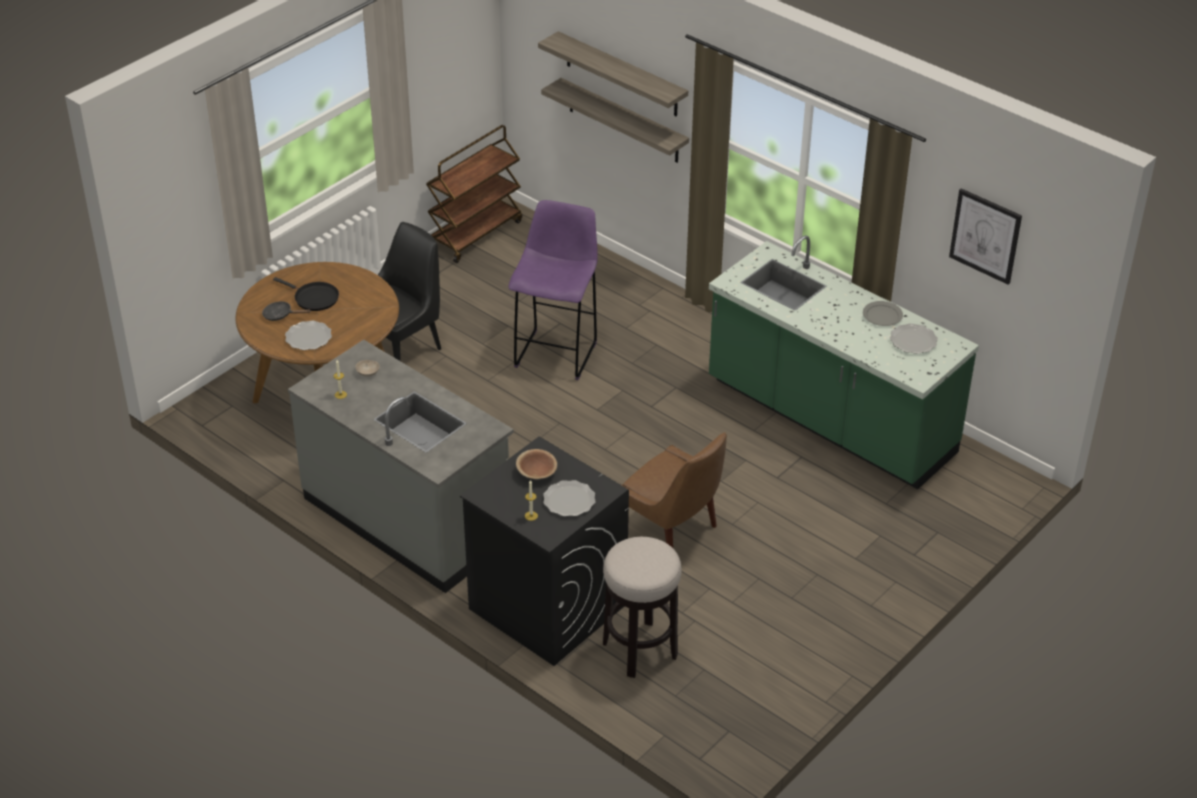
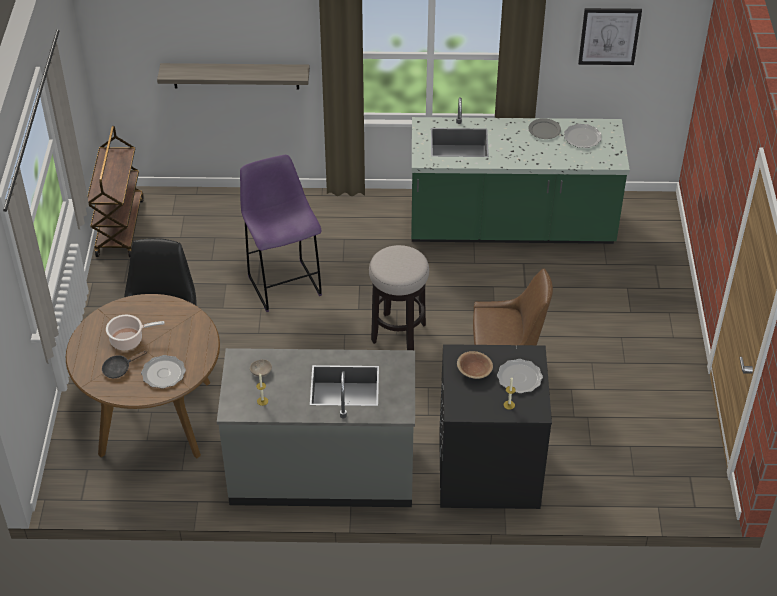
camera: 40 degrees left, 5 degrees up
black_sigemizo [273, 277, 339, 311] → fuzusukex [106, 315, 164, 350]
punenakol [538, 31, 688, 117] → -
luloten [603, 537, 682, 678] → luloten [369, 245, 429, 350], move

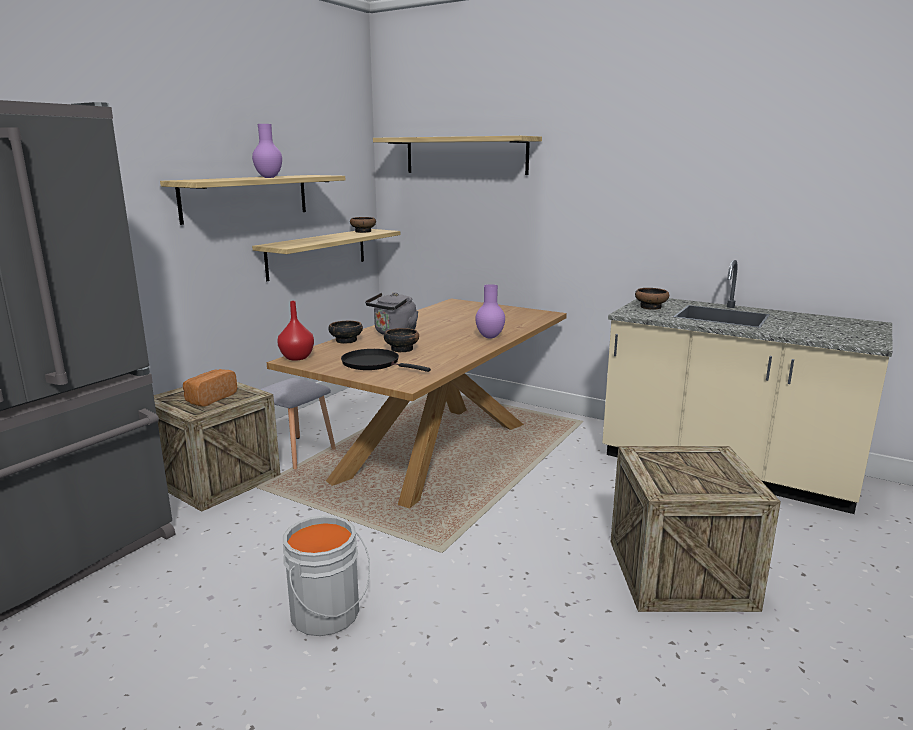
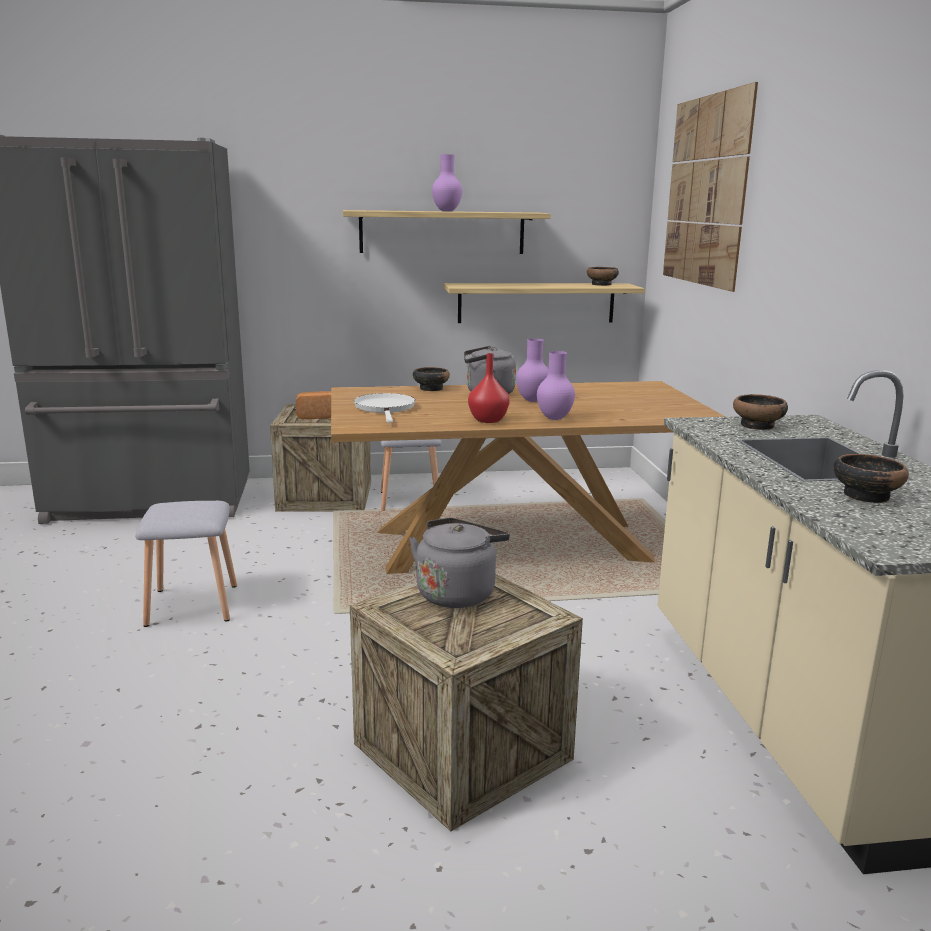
camera: 50 degrees right, 0 degrees up
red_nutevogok [277, 301, 314, 361] → red_nutevogok [468, 353, 510, 423], move
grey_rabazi [283, 515, 370, 636] → grey_luloten [135, 501, 237, 627]
black_sigemizo [341, 349, 431, 372] → white_sigemizo [354, 393, 415, 423]
punenakol [373, 136, 542, 175] → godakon [663, 82, 758, 292]
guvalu [384, 328, 419, 352] → guvalu [833, 454, 909, 503], move
- → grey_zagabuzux [409, 518, 510, 608]
- → purple_nutevogok [516, 338, 549, 402]

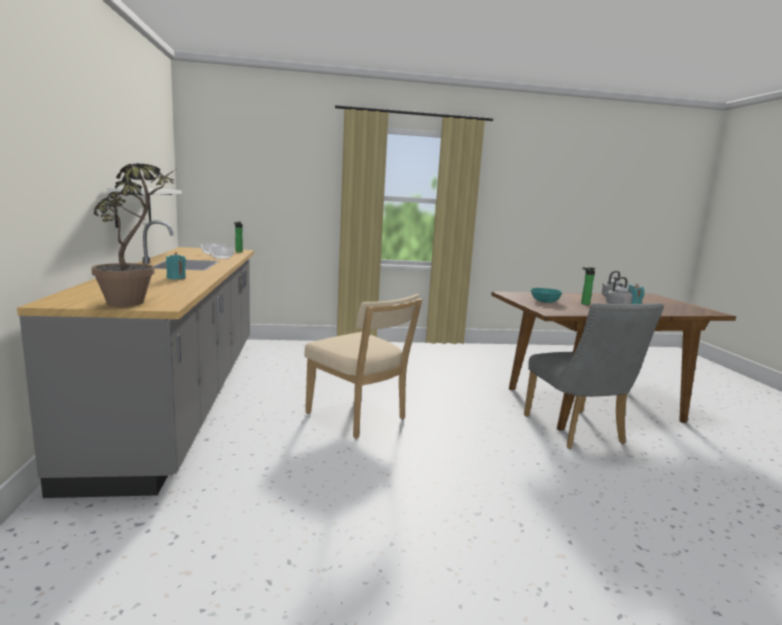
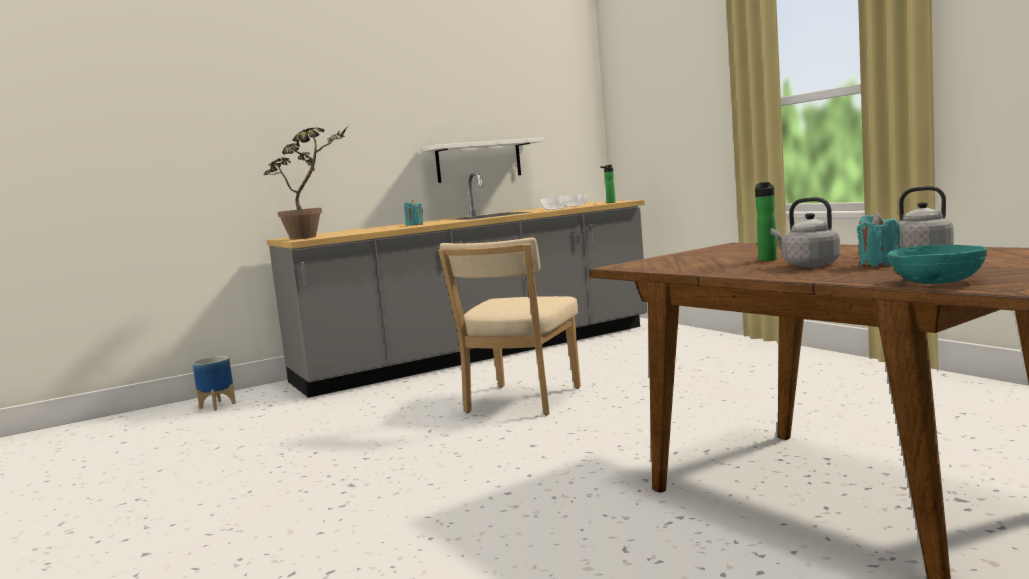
camera: 70 degrees right, 5 degrees down
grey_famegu [524, 303, 664, 449] → -
turquoise_guvalu [531, 288, 562, 303] → turquoise_guvalu [888, 245, 987, 284], move
- → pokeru [192, 356, 236, 411]

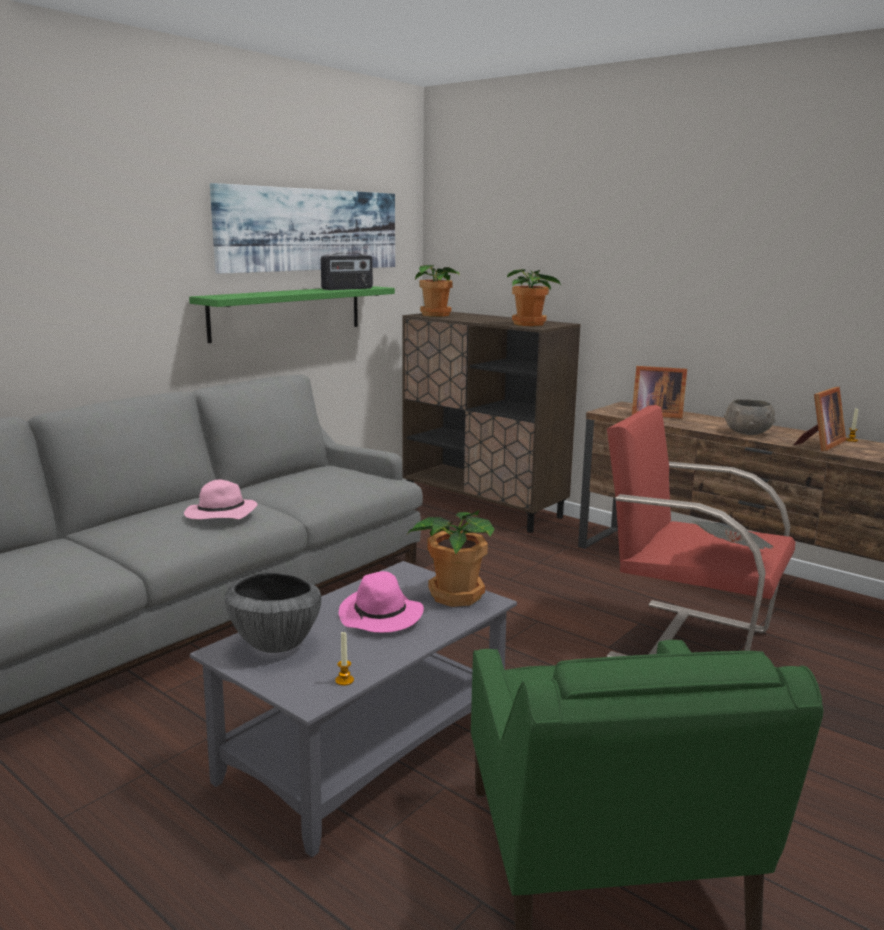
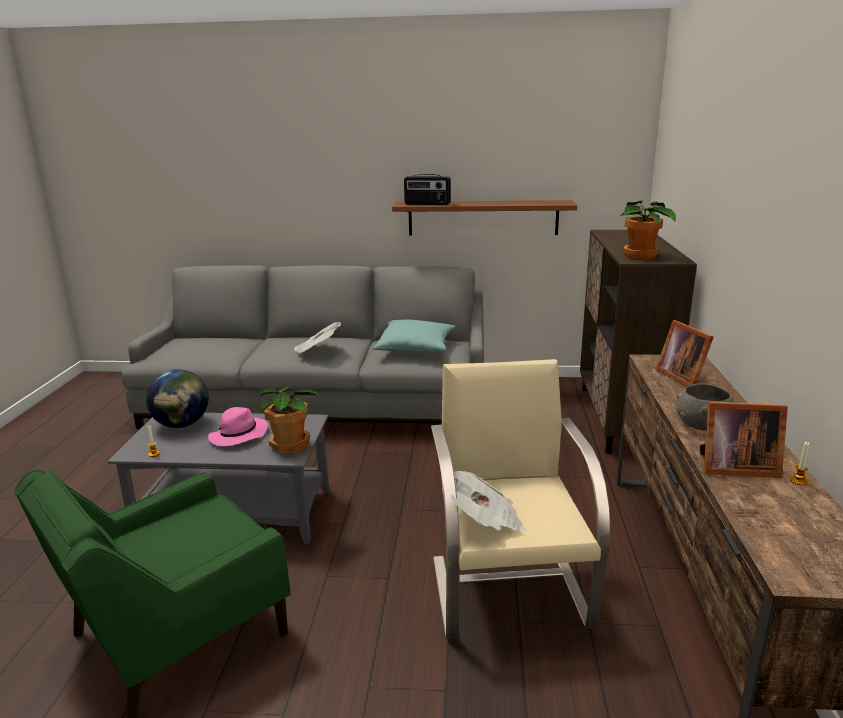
camera: 55 degrees right, 5 degrees up
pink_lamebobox [184, 480, 258, 519] → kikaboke [294, 322, 341, 355]
green_punenakol [189, 286, 395, 343] → brown_punenakol [392, 200, 577, 236]
godakon [210, 183, 395, 274] → -
guvalu [225, 573, 321, 653] → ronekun [146, 369, 209, 428]
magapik [321, 253, 373, 290] → magapik [404, 174, 451, 205], move
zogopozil [415, 265, 459, 317] → -
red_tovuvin [607, 405, 795, 657] → beige_tovuvin [431, 359, 611, 640]
- → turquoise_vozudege [372, 319, 456, 353]

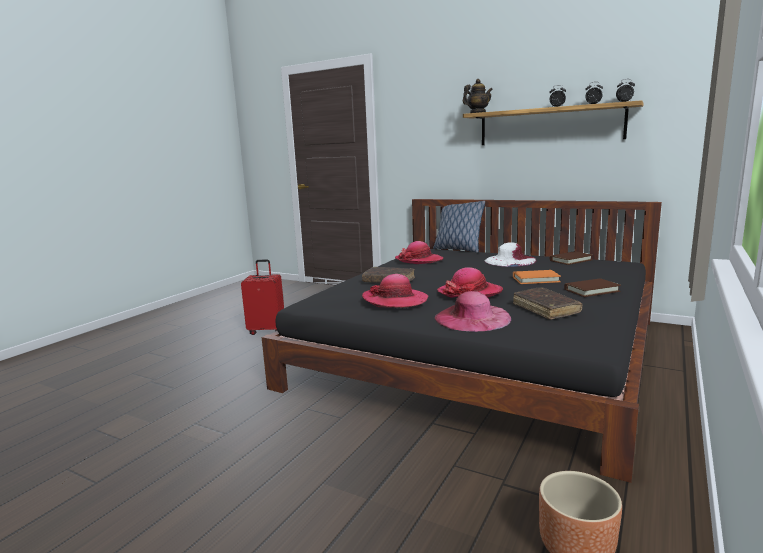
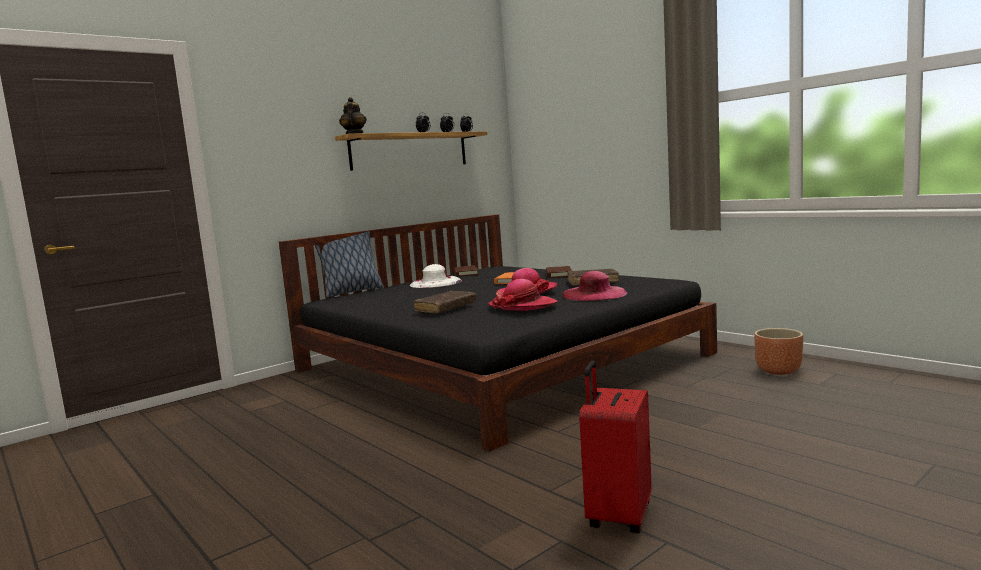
camera: 70 degrees left, 5 degrees down
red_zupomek [241, 259, 284, 335] → red_zupomek [579, 361, 652, 533], move
lamebobox [395, 241, 443, 264] → -

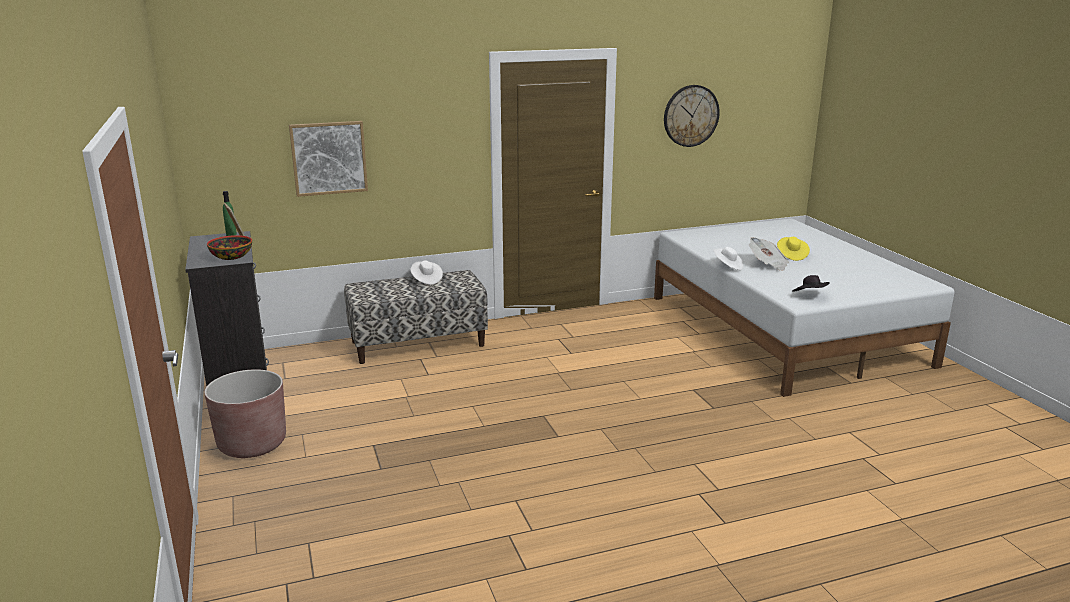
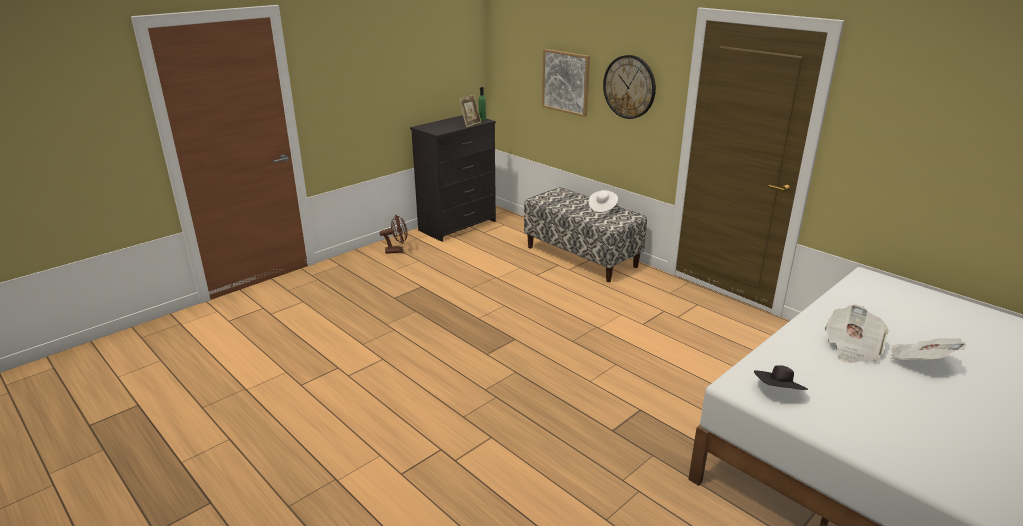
camera: 65 degrees right, 5 degrees up
brown_pokeru [204, 369, 286, 458] → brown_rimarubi [379, 215, 407, 254]
guvalu [207, 235, 252, 260] → -
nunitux [664, 85, 720, 147] → nunitux [603, 55, 656, 119], move
white_lamebobox [713, 247, 743, 270] → -
yellow_lamebobox [777, 237, 810, 261] → kikaboke [890, 338, 966, 360]

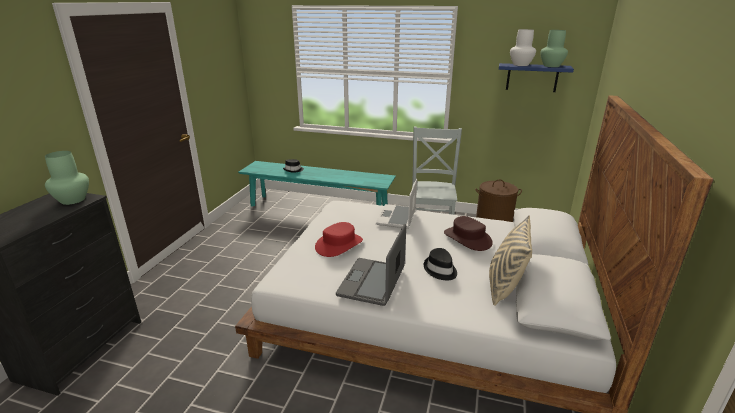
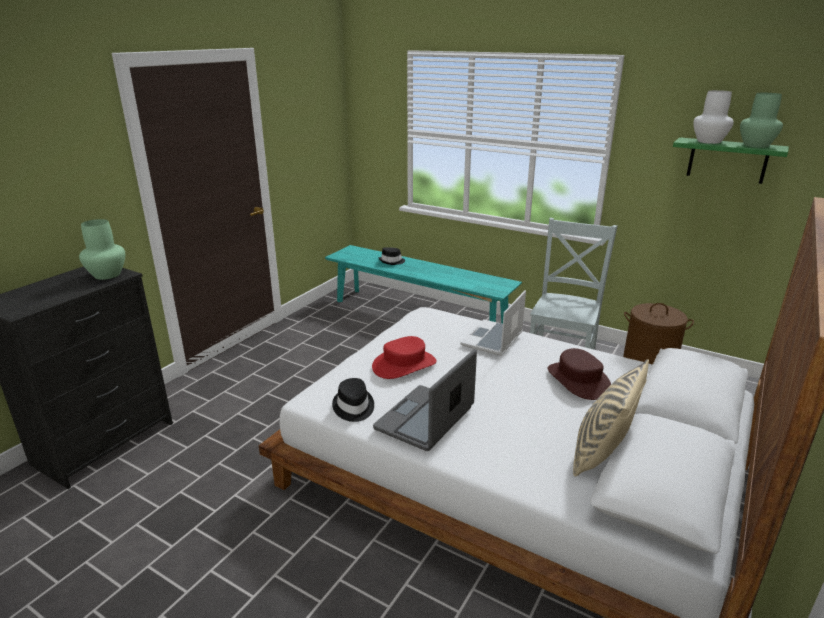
camera: 15 degrees right, 0 degrees up
black_lamebobox [424, 248, 457, 280] → black_lamebobox [332, 378, 374, 422], move
blue_punenakol [499, 63, 574, 92] → green_punenakol [673, 137, 789, 184]

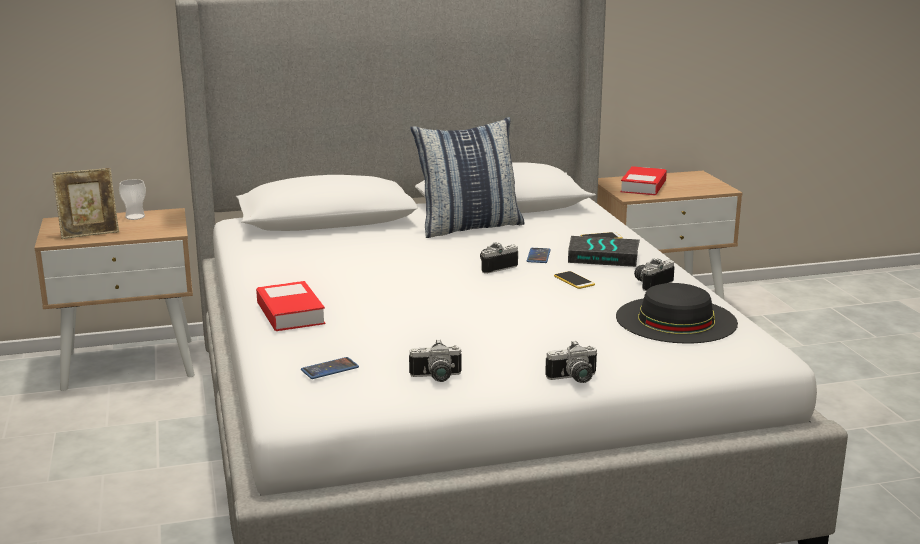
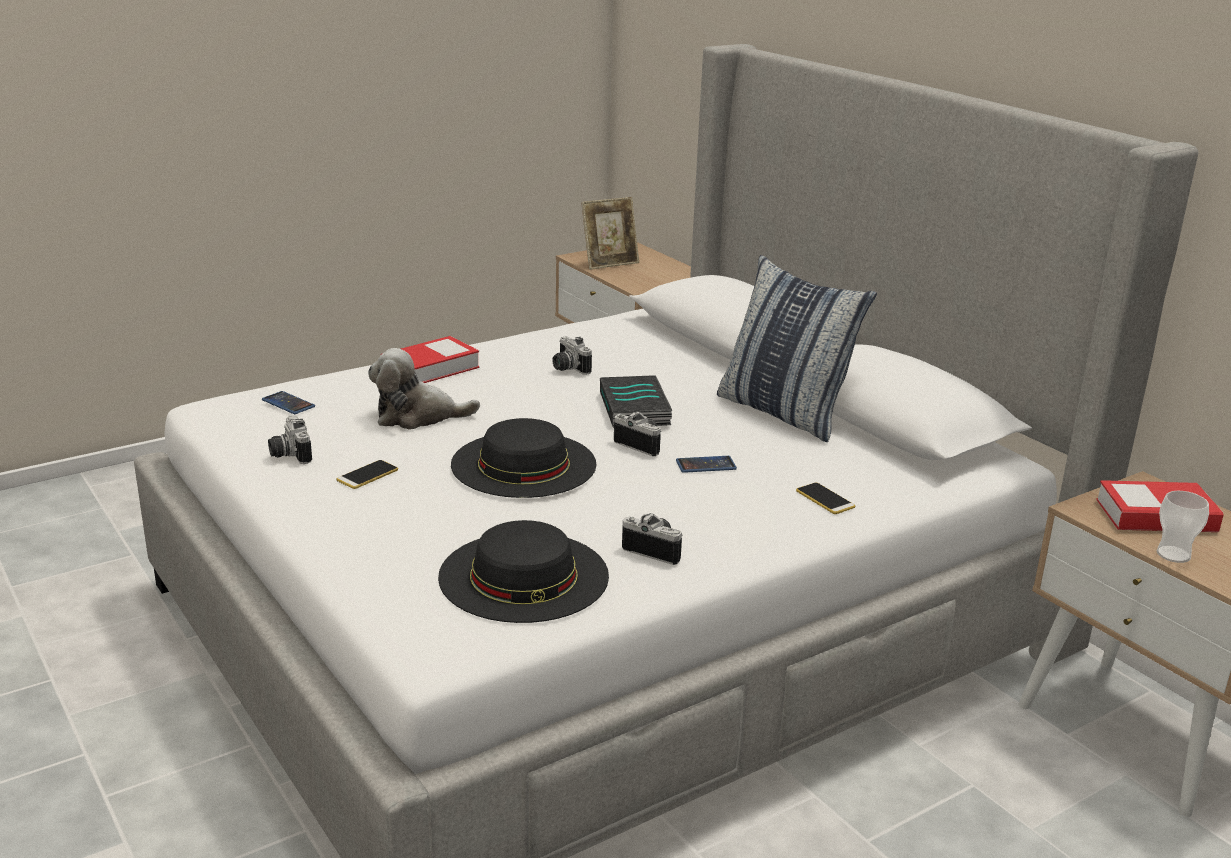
camera: 70 degrees right, 5 degrees up
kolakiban [52, 168, 119, 239] → kolakiban [581, 197, 639, 270], 75 degrees counterclockwise
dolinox [119, 179, 146, 220] → dolinox [1157, 491, 1209, 563], move
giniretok [545, 341, 597, 383] → giniretok [552, 337, 592, 375], move
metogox [554, 271, 595, 289] → metogox [337, 460, 398, 489], move
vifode [568, 236, 640, 267] → vifode [600, 375, 672, 428], move
- → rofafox [368, 348, 480, 430]
- → black_lamebobox [451, 418, 596, 498]

